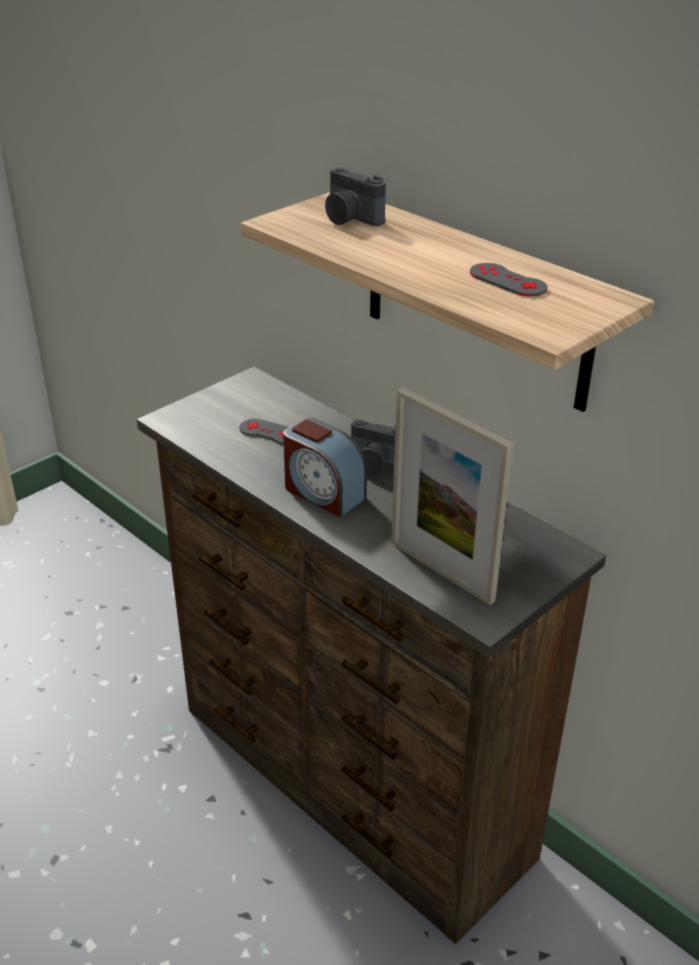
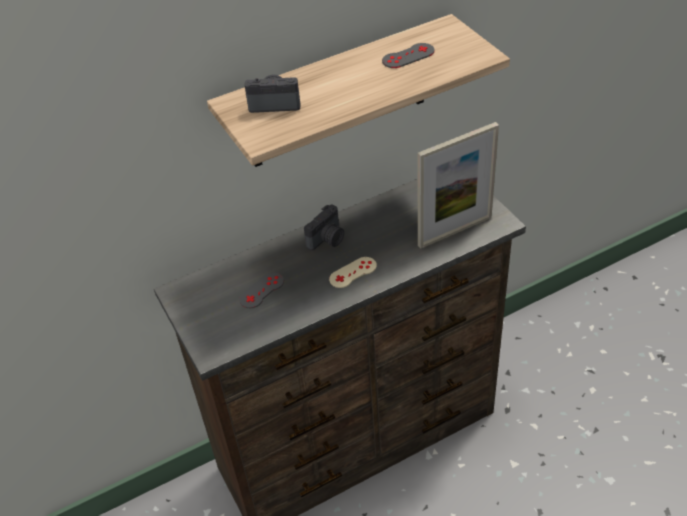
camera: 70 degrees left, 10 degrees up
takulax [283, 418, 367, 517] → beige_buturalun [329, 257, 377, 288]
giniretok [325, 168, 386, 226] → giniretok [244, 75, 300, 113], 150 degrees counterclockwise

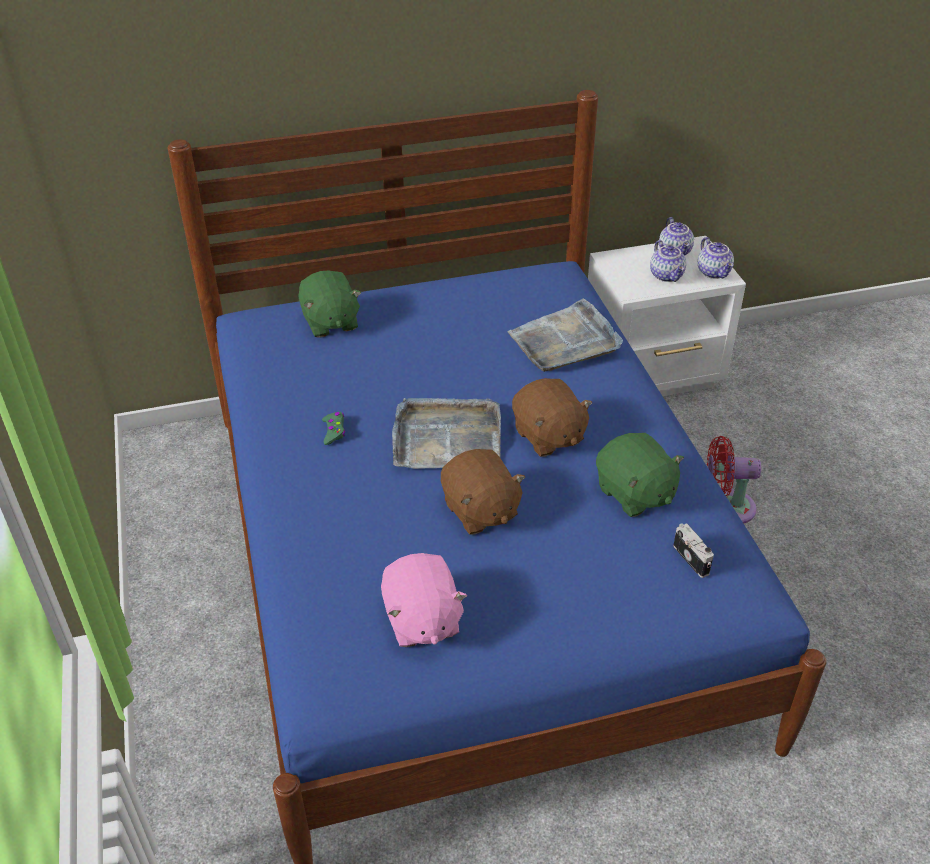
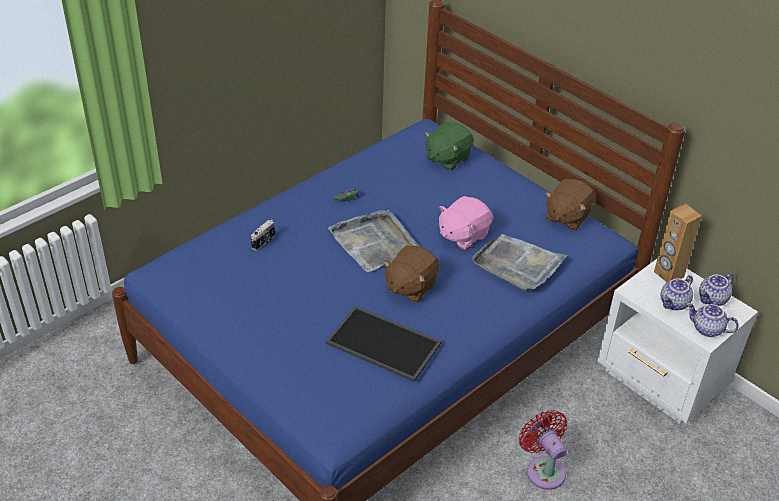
camera: 60 degrees right, 0 degrees up
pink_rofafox [381, 553, 468, 647] → pink_rofafox [439, 196, 493, 250], move
brown_rofafox [441, 449, 525, 535] → brown_rofafox [545, 179, 595, 231], move
green_rofafox [596, 433, 684, 517] → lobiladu [326, 305, 442, 382]
giniretok [673, 523, 714, 578] → giniretok [251, 220, 275, 251], move
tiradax [698, 237, 734, 279] → tiradax [687, 303, 739, 337], 75 degrees clockwise
- → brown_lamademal [654, 204, 702, 282]

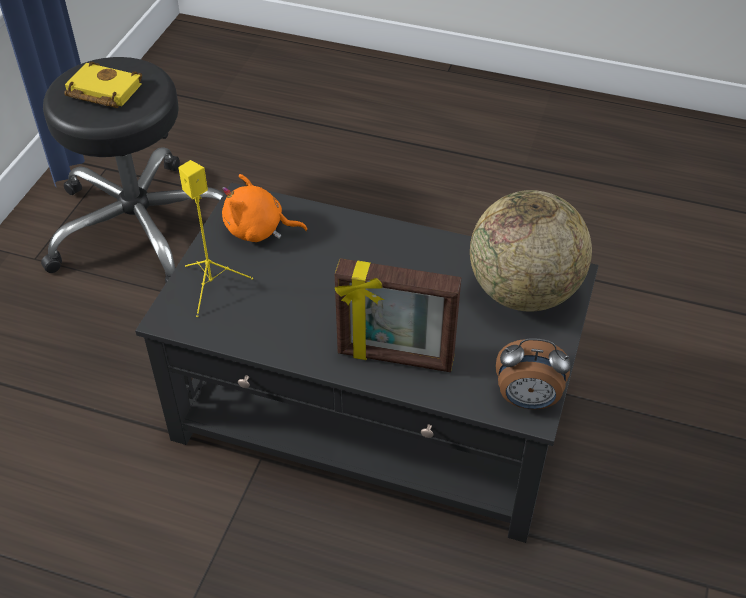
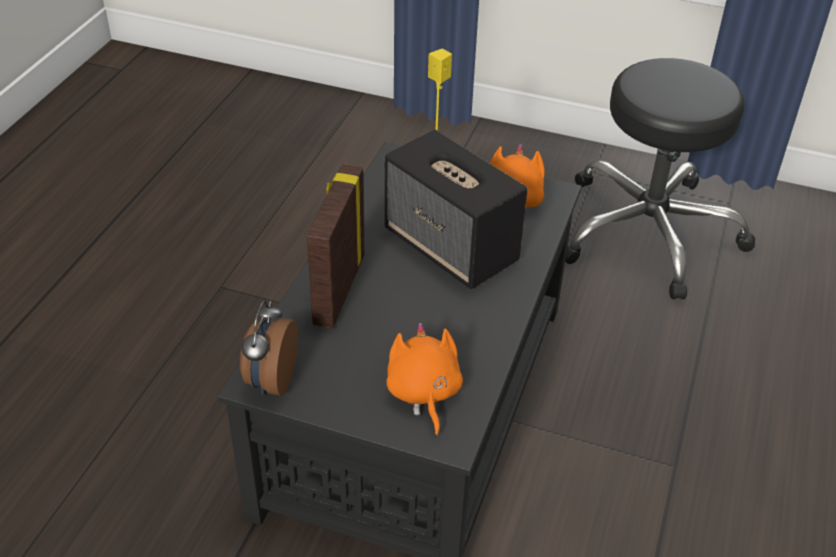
camera: 90 degrees right, 5 degrees down
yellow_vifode [64, 62, 142, 108] → -
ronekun [470, 190, 592, 312] → orange_rofafox [386, 323, 463, 436]
- → lamademal [385, 130, 527, 289]

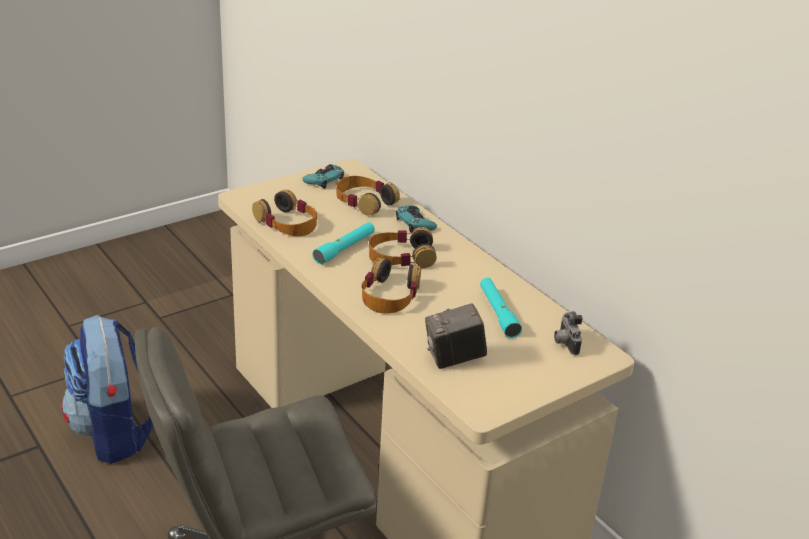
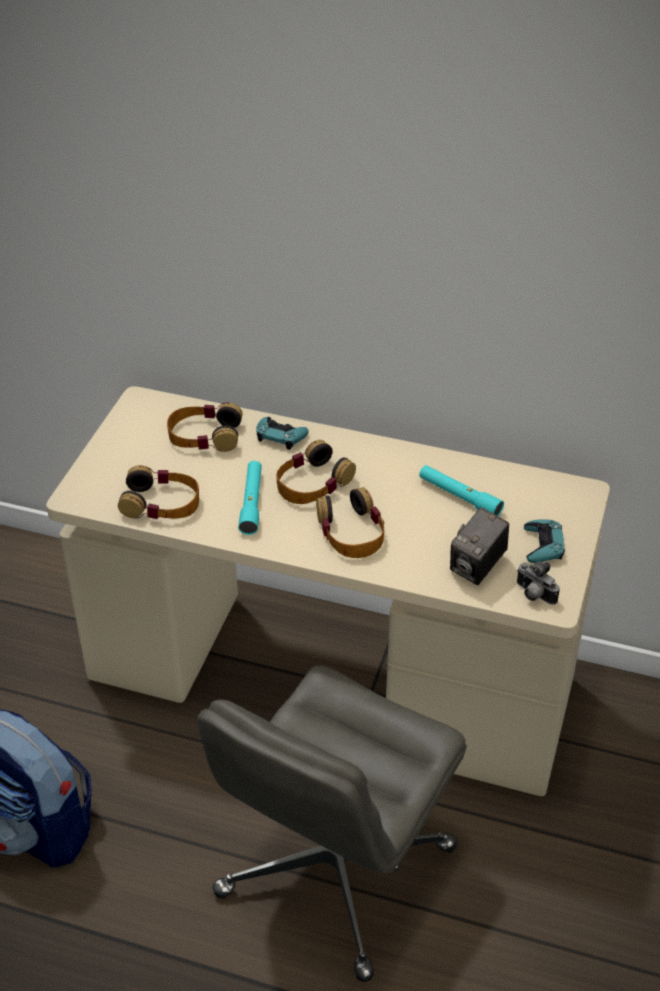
camera: 35 degrees left, 10 degrees up
turquoise_buturalun [303, 164, 344, 189] → turquoise_buturalun [524, 519, 565, 563], move
giniretok [554, 311, 583, 355] → giniretok [517, 561, 560, 605], move

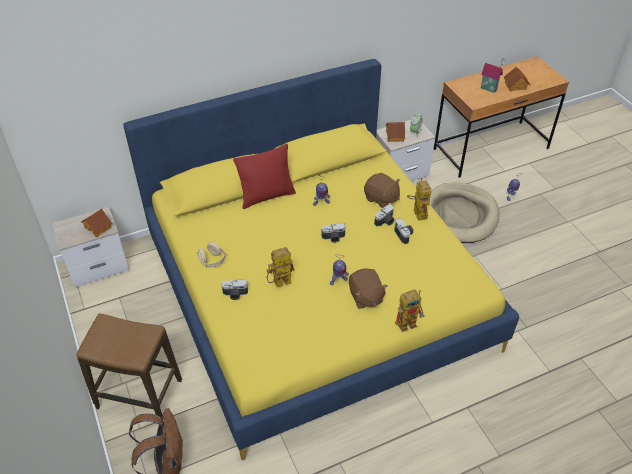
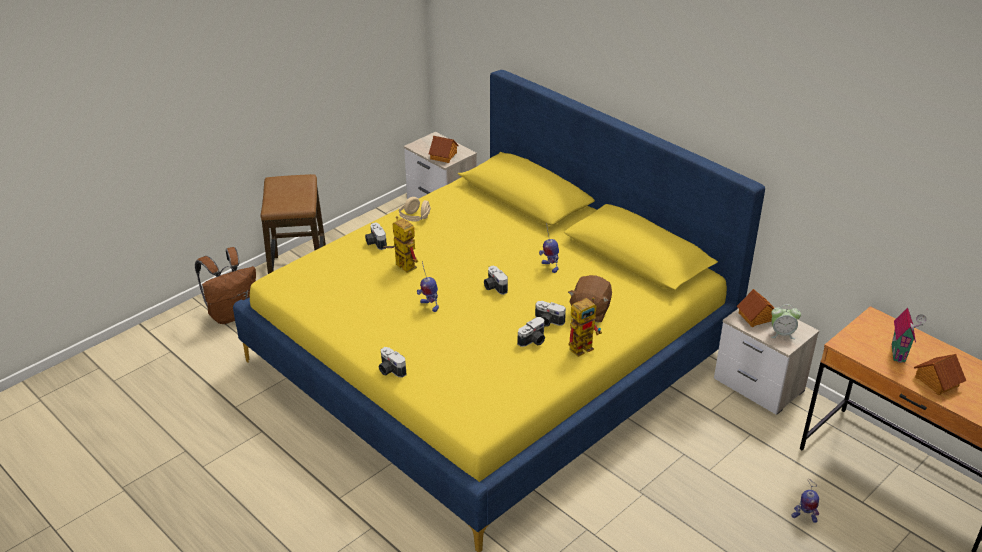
camera: 70 degrees right, 10 degrees down
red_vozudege [233, 144, 296, 209] → -
brown_rofafox [349, 268, 388, 309] → -
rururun [395, 289, 424, 332] → giniretok [379, 347, 407, 378]
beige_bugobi [429, 182, 500, 243] → -

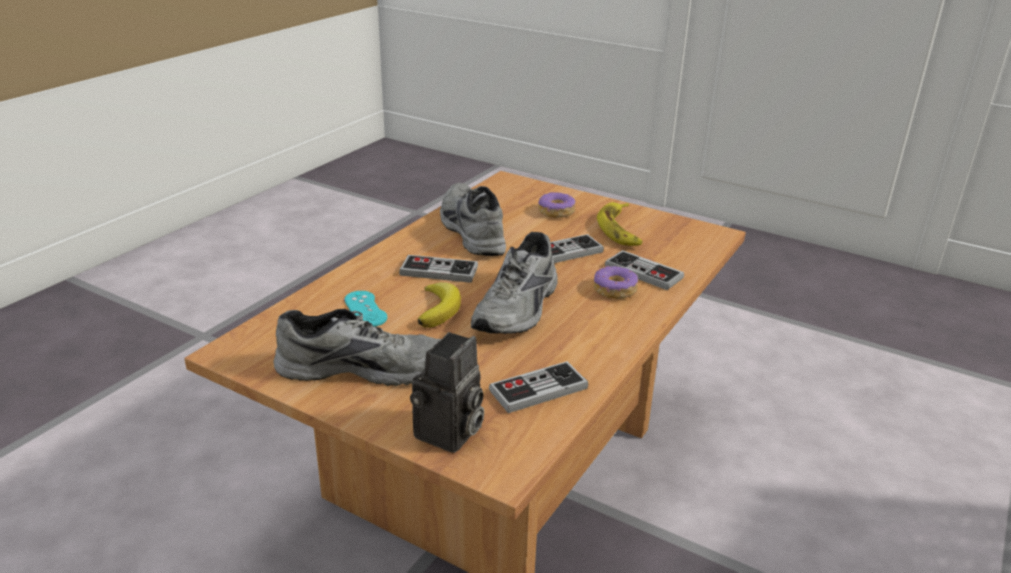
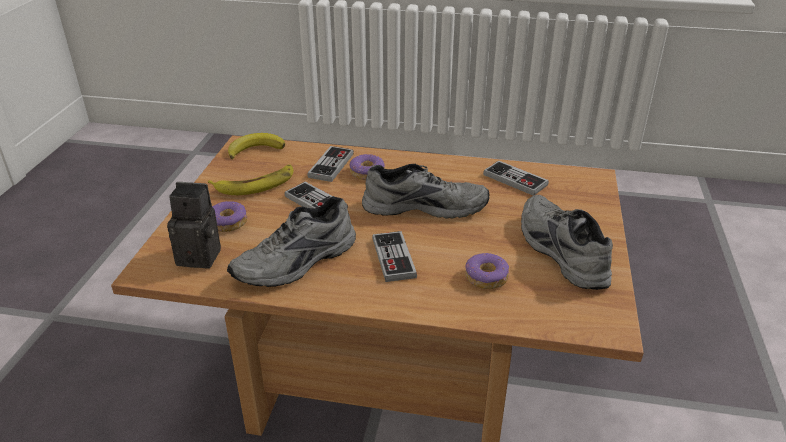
camera: 110 degrees left, 5 degrees up
turquoise_buturalun [344, 291, 387, 327] → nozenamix [465, 253, 509, 289]
giniretok [410, 332, 484, 453] → giniretok [167, 182, 221, 269], move
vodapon [418, 282, 461, 328] → vodapon [228, 133, 285, 159], move

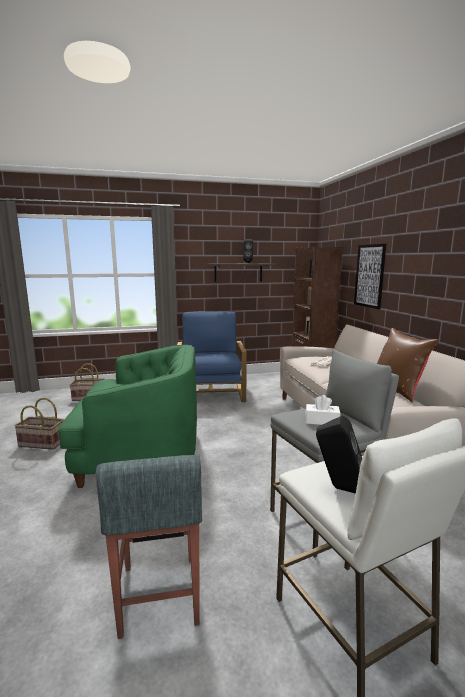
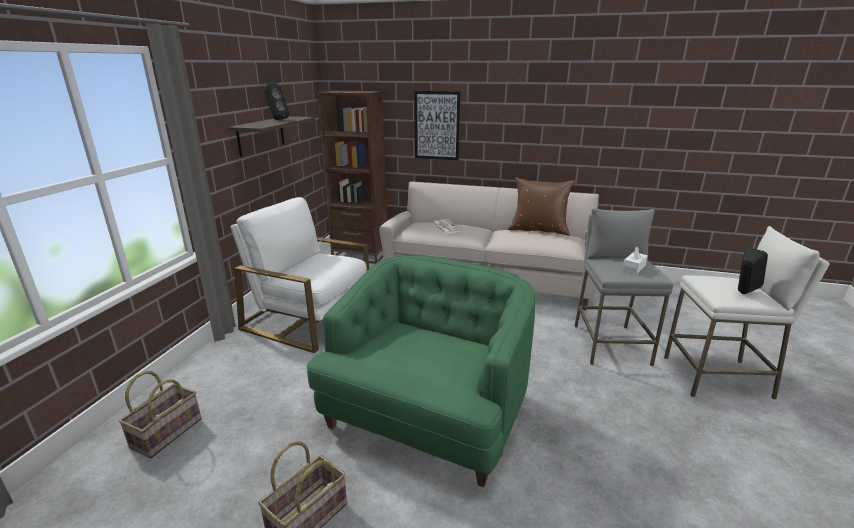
camera: 60 degrees left, 10 degrees up
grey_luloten [96, 455, 202, 639] → -
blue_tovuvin [177, 311, 247, 402] → white_tovuvin [231, 197, 369, 353]

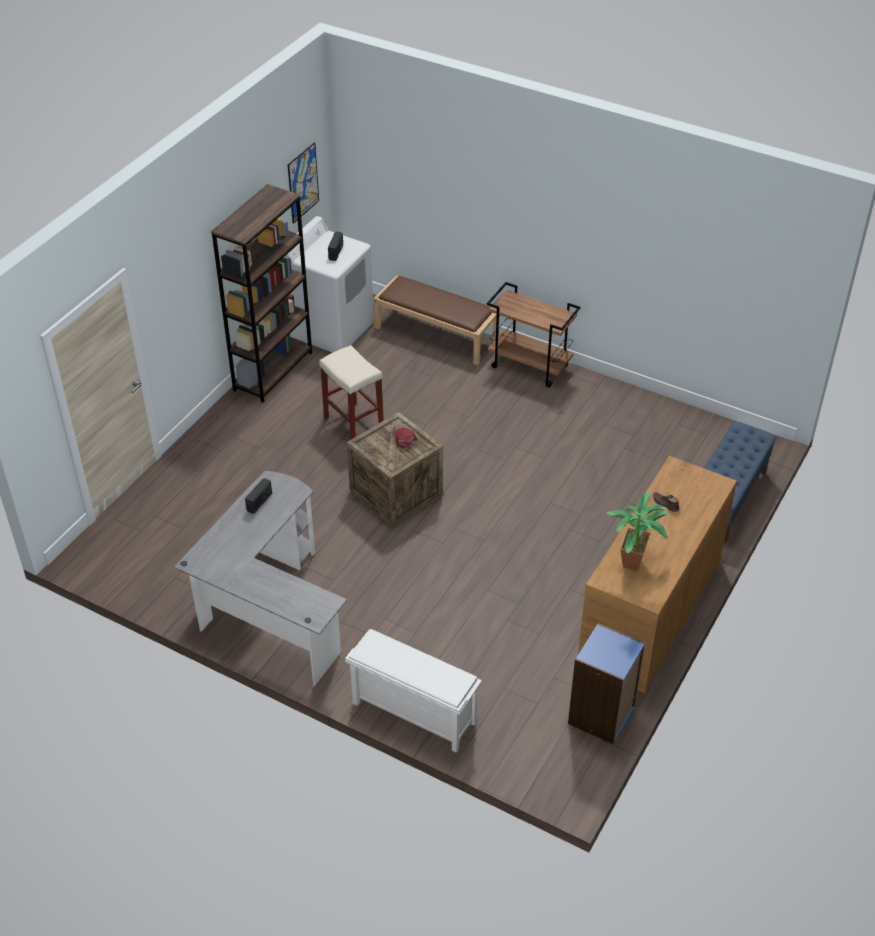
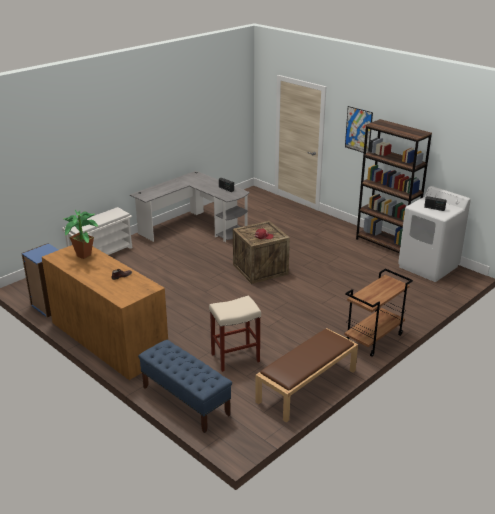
camera: 105 degrees right, 15 degrees down
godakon [288, 142, 319, 224] → godakon [345, 106, 373, 153], move
beige_luloten [319, 345, 384, 440] → beige_luloten [209, 295, 261, 372], move
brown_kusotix [374, 275, 500, 365] → brown_kusotix [255, 328, 358, 422], move

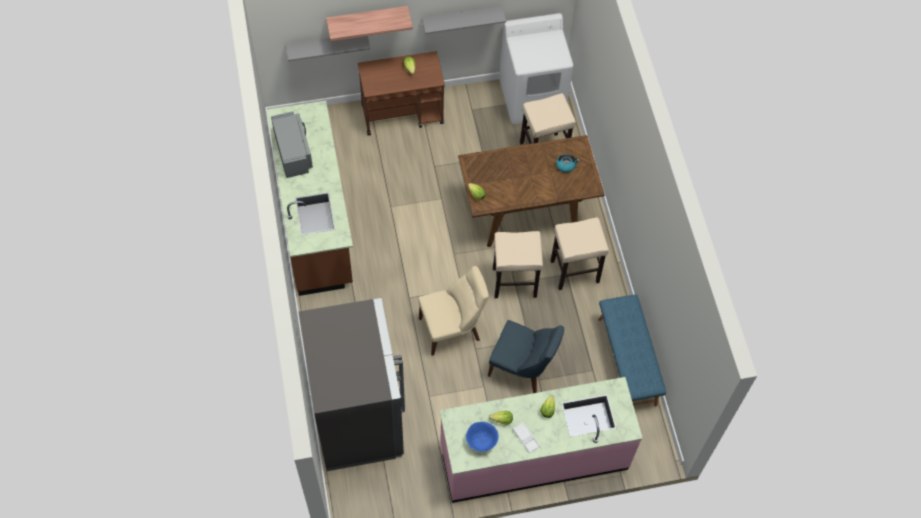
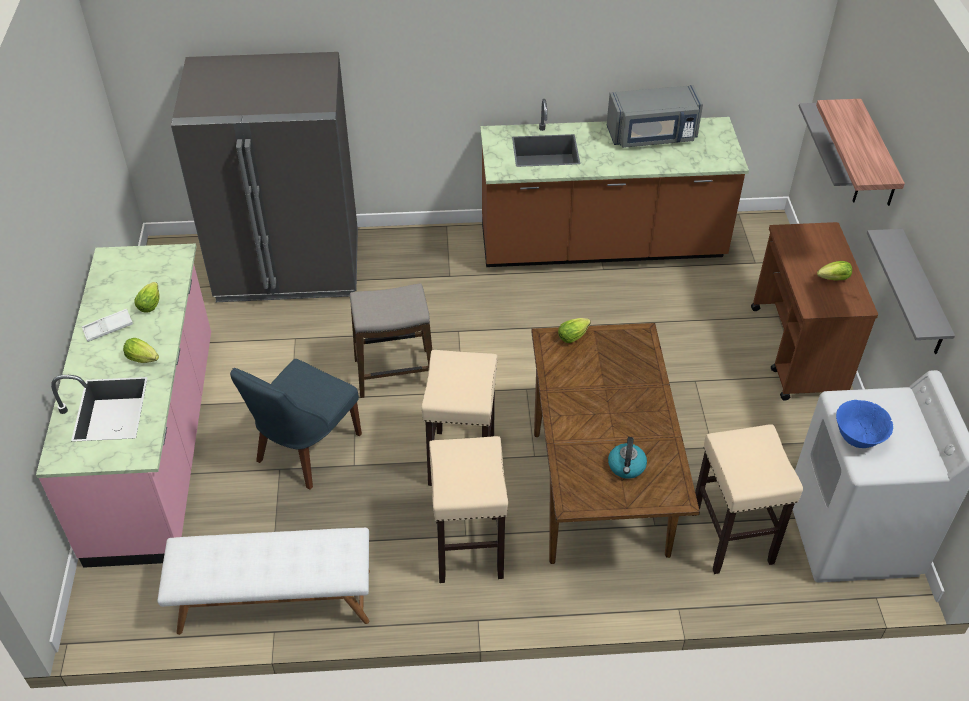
camera: 100 degrees right, 15 degrees down
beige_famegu [418, 266, 489, 356] → luloten [350, 284, 432, 398]
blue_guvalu [466, 422, 499, 452] → blue_guvalu [836, 400, 893, 448], move
blue_kusotix [598, 294, 666, 406] → white_kusotix [157, 528, 370, 635]

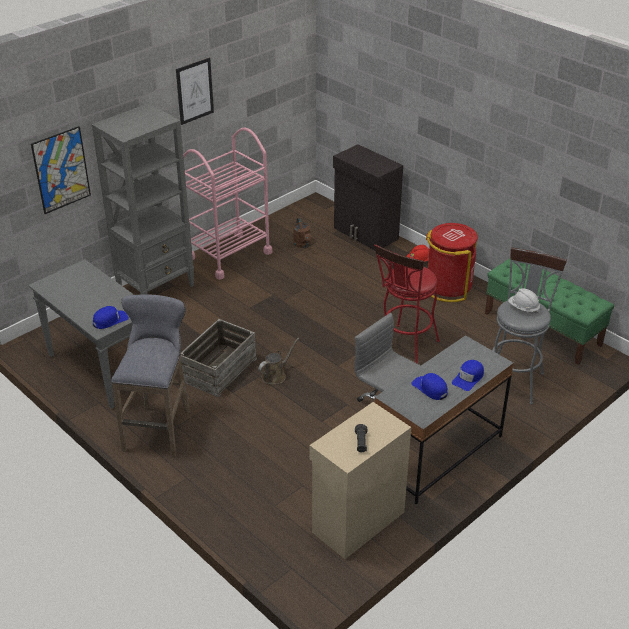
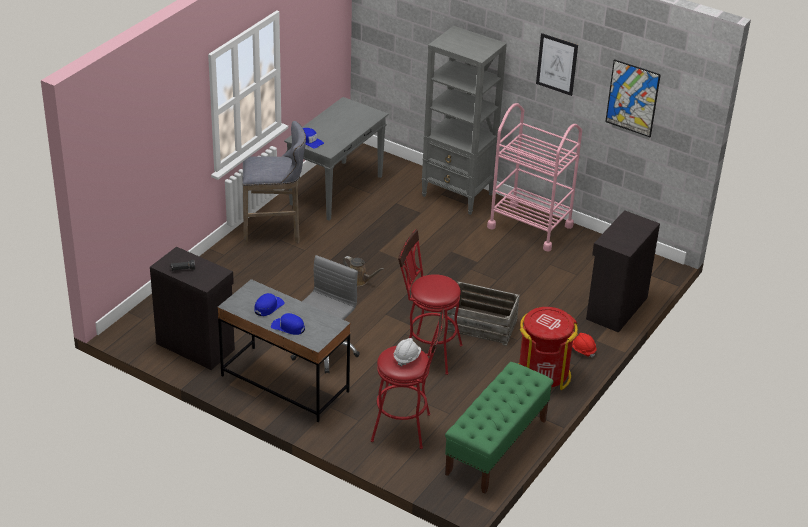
camera: 75 degrees right, 0 degrees up
godakon [31, 126, 91, 214] → godakon [605, 59, 661, 137], move
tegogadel [181, 319, 257, 397] → tegogadel [444, 281, 520, 346], move
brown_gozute [293, 218, 312, 248] → -
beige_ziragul [309, 402, 411, 559] → black_ziragul [150, 247, 235, 370]
grey_luloten [492, 247, 567, 404] → red_luloten [371, 309, 445, 449]

